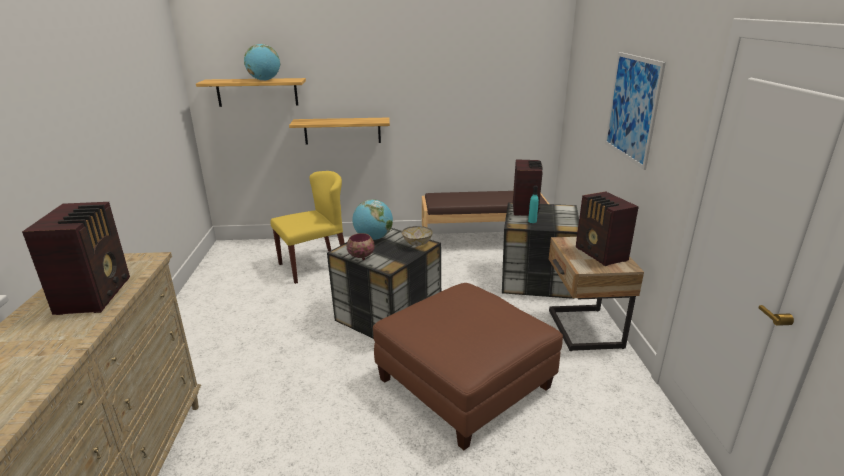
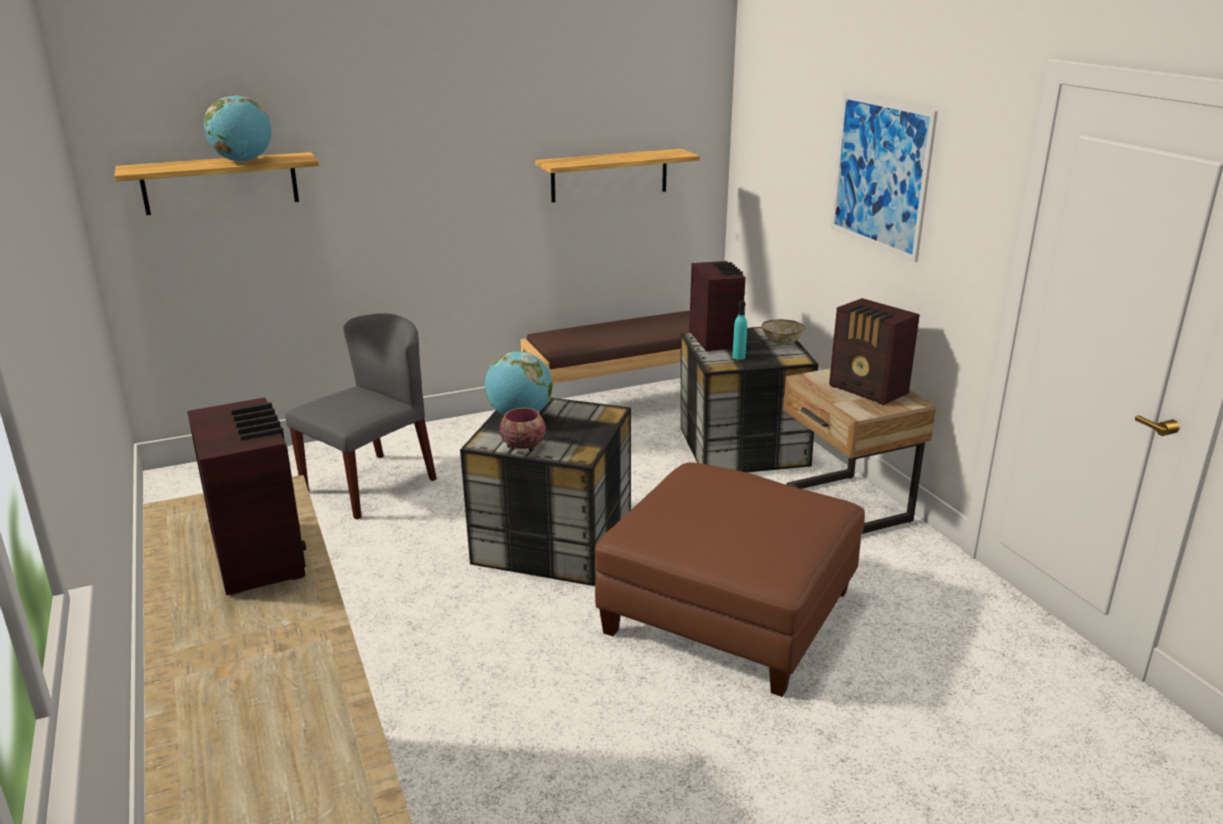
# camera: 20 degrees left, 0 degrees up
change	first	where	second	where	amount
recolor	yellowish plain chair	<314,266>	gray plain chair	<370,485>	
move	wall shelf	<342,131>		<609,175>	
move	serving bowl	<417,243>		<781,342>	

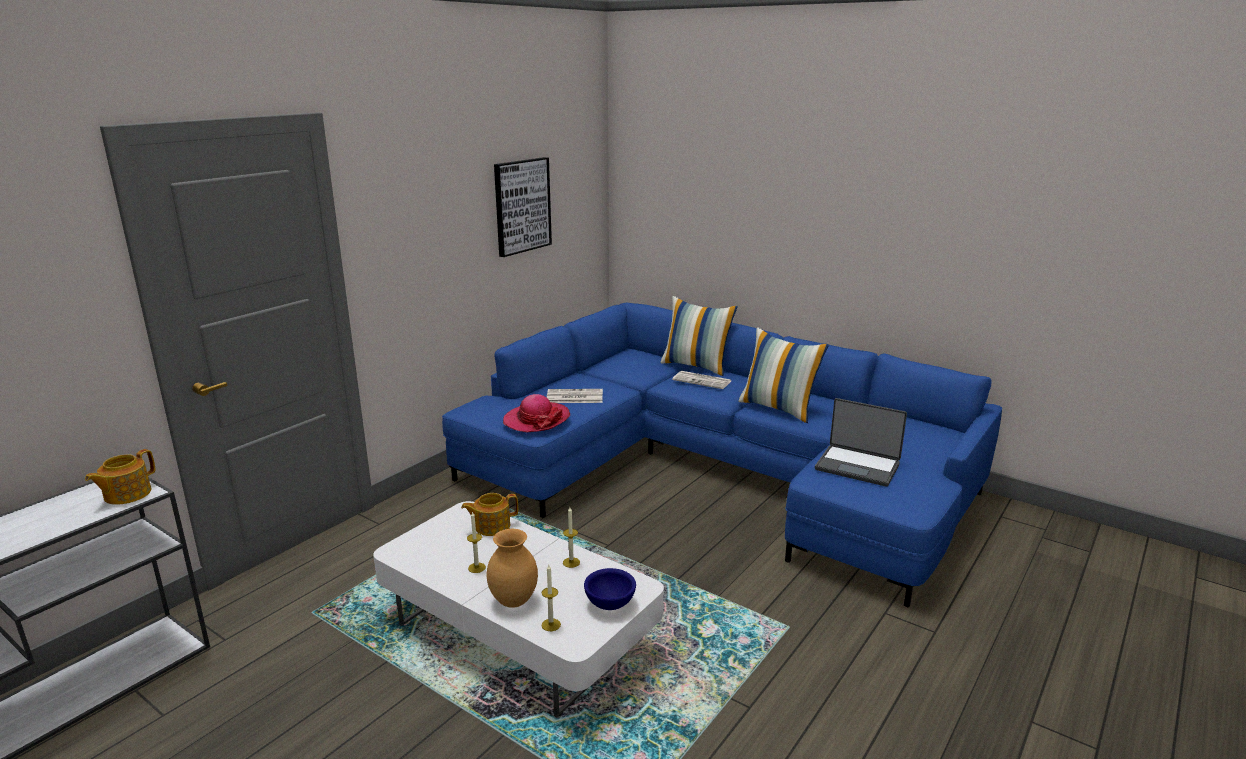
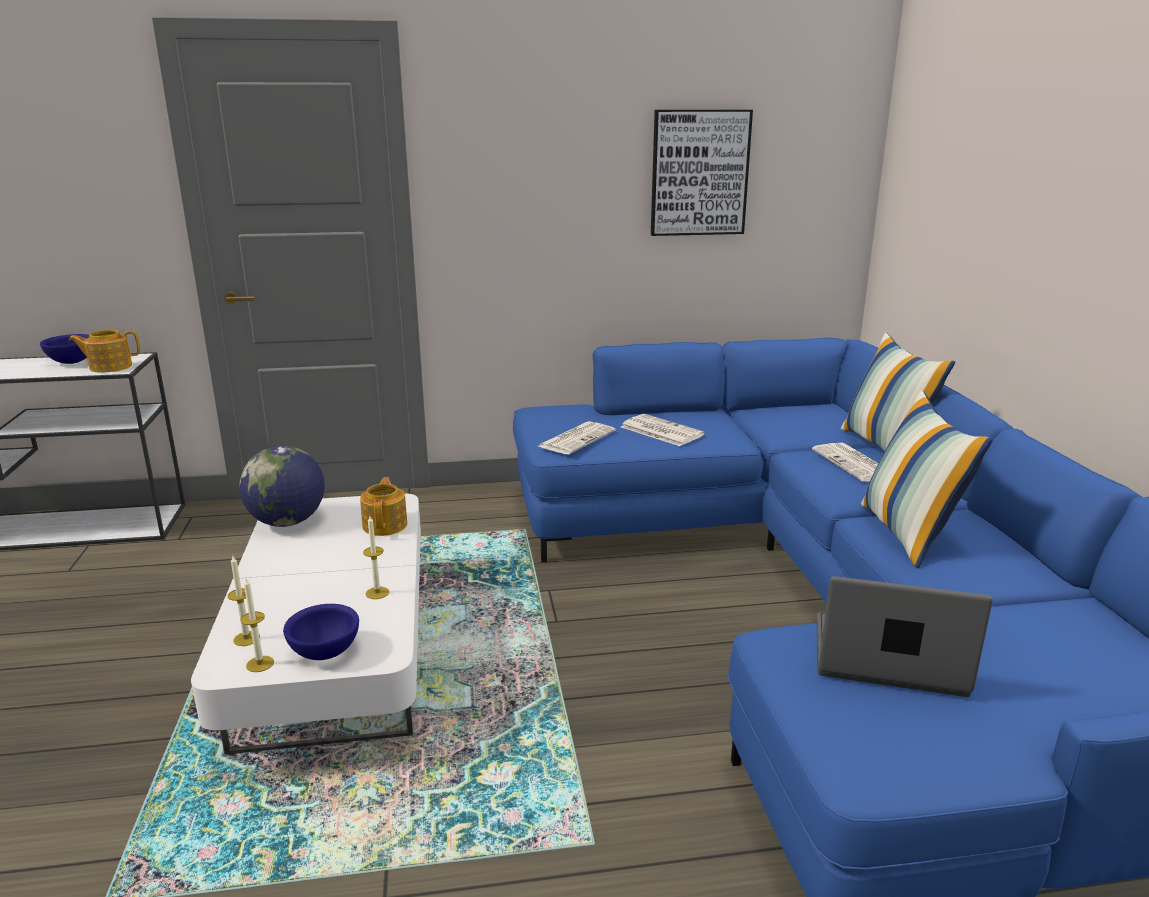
# camera: 45 degrees right, 0 degrees up
change	first	where	second	where	amount
rotate	teapot	<491,526>		<386,525>	60 degrees clockwise
move	wax candle	<476,567>		<260,664>	
delete	brown flower vase	<513,601>			
replace	clothing hat	<536,420>	printed paper	<577,438>	
rotate	notebook computer	<857,466>		<888,659>	120 degrees clockwise
insert			bluish serving bowl	<73,362>	
insert			globe	<287,522>	

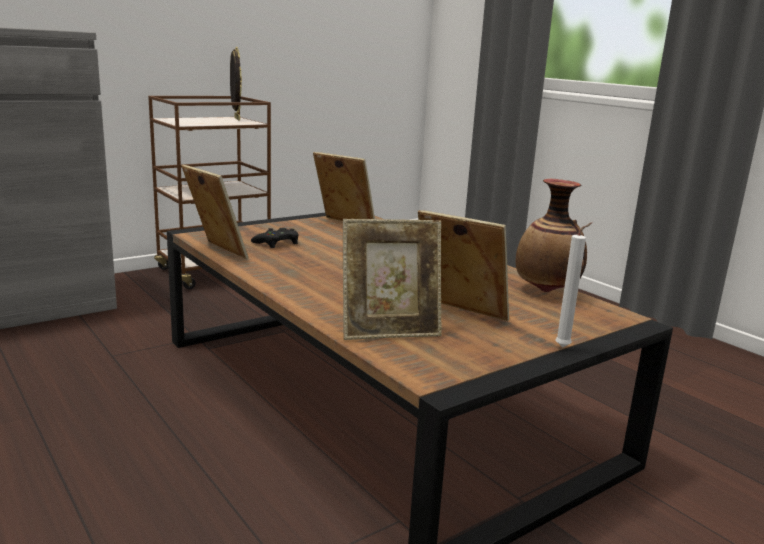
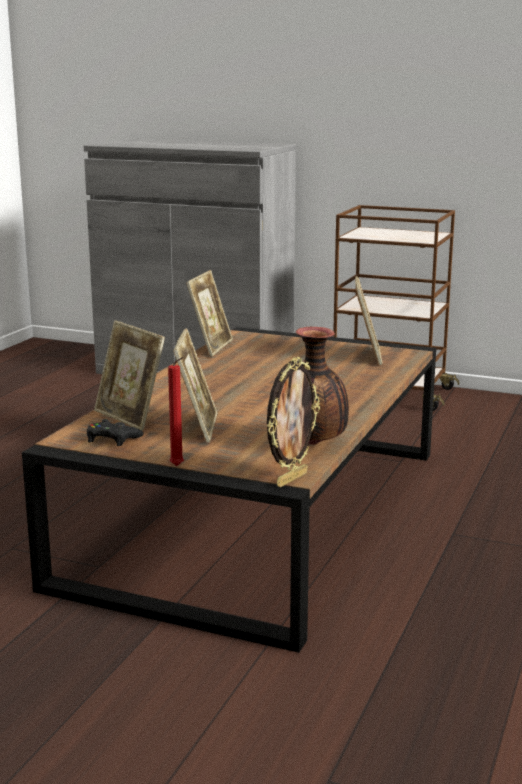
# camera: 60 degrees right, 0 degrees up
change	first	where	second	where	amount
move	picture frame	<236,119>		<291,479>	
move	black gamepad	<277,243>		<112,439>	
recolor	white-coloured wax candle	<564,347>	reddish wax candle	<178,466>	

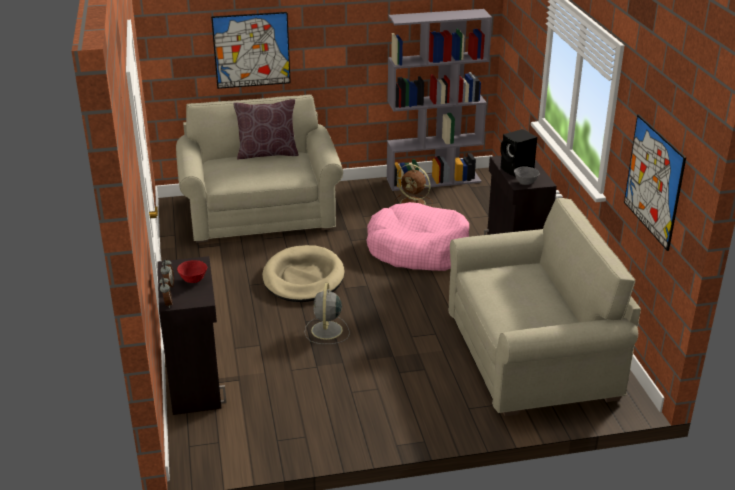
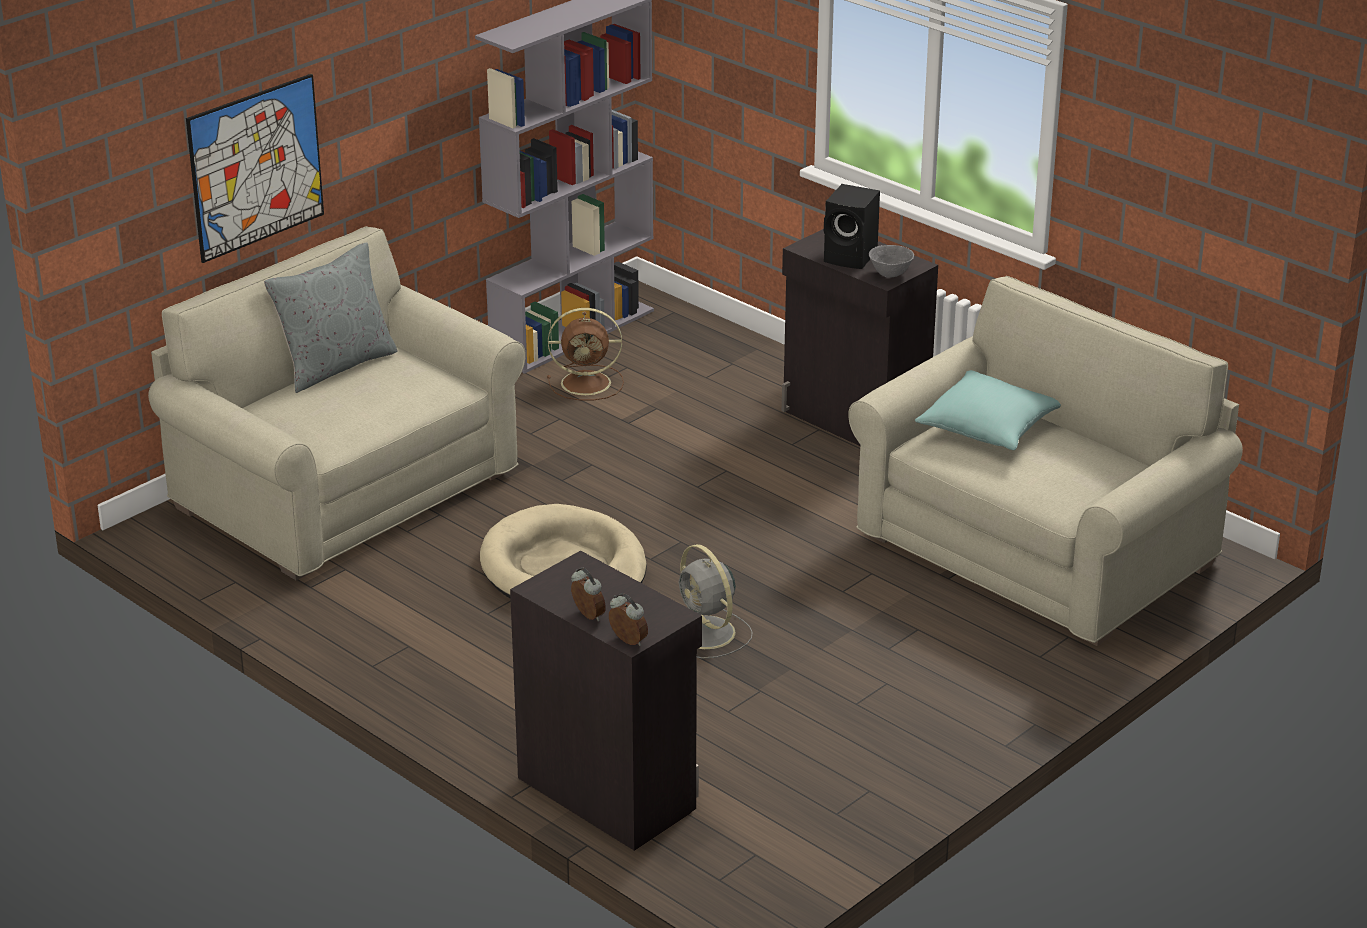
# camera: 35 degrees left, 0 degrees up
change	first	where	second	where	amount
delete	reddish serving bowl	<193,280>			
recolor	brown cushion	<267,153>	gray cushion	<335,365>	
delete	pink-coloured dog bed	<418,250>			
delete	wall art	<653,181>			
insert			turquoise-coloured cushion	<989,428>	

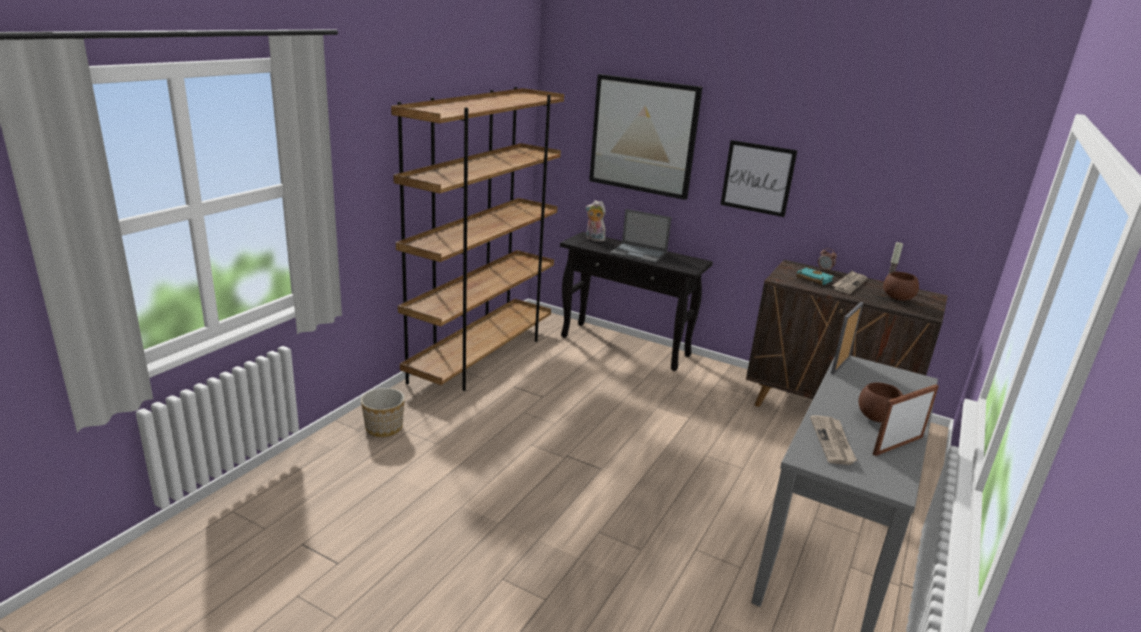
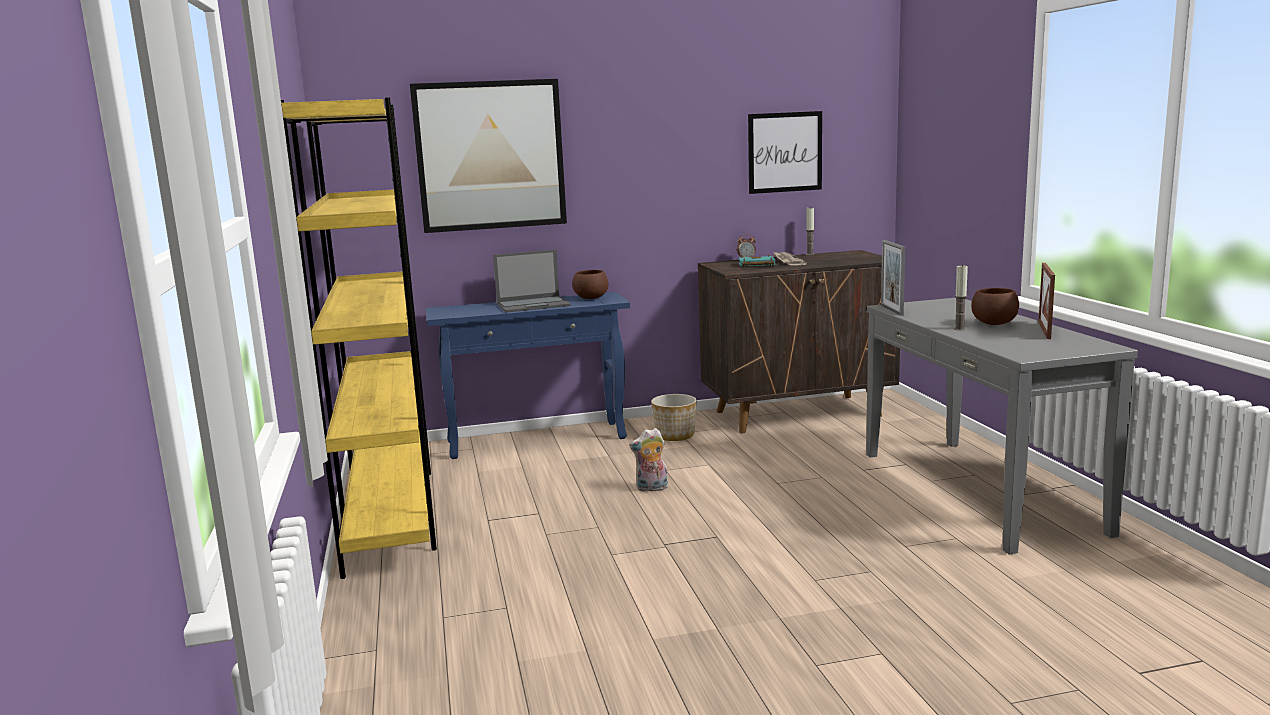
# camera: 40 degrees left, 10 degrees down
change	first	where	second	where	amount
move	plant pot	<384,428>		<675,435>	
recolor	brown shelving unit	<481,356>	yellowish shelving unit	<390,513>	
recolor	black console table	<626,346>	bluish console table	<538,440>	
move	plush toy	<594,239>		<651,489>	
move	wall art	<757,178>		<785,152>	
delete	printed paper	<833,442>			
move	brown serving bowl	<897,298>		<591,298>	
insert			wax candle	<959,329>	

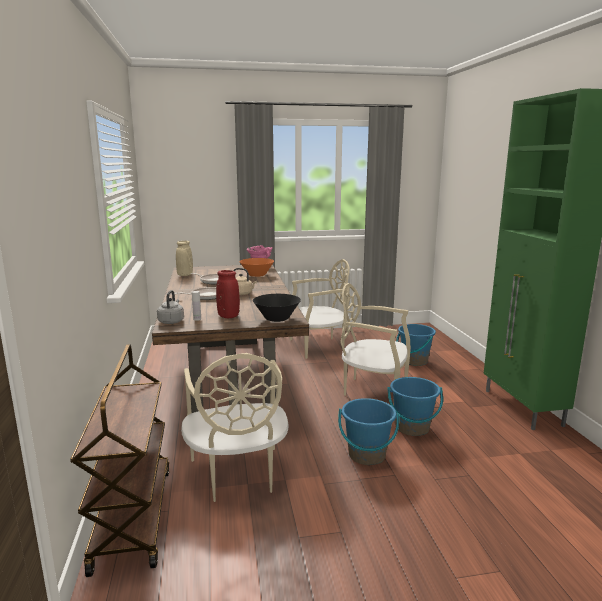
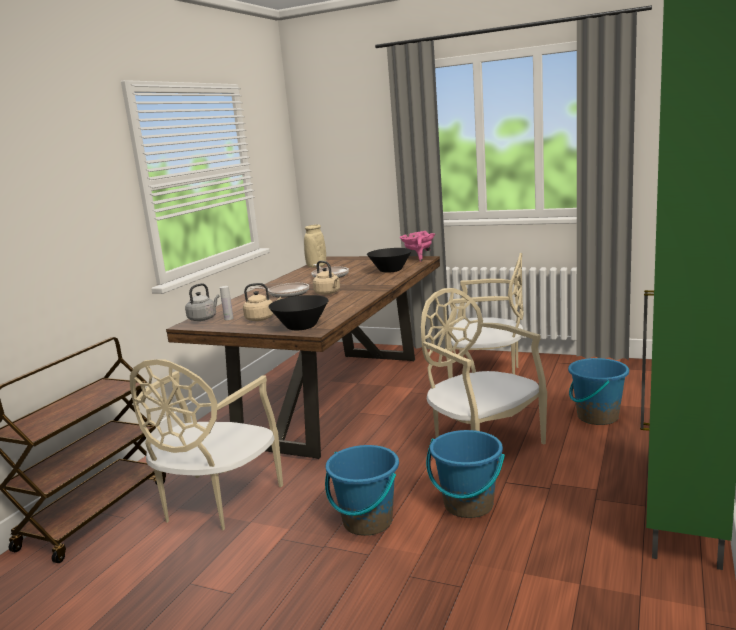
# camera: 35 degrees right, 0 degrees up
change	first	where	second	where	amount
replace	reddish flower vase	<228,316>	beige water kettle	<261,318>	
recolor	orangey serving bowl	<257,275>	black serving bowl	<390,270>	

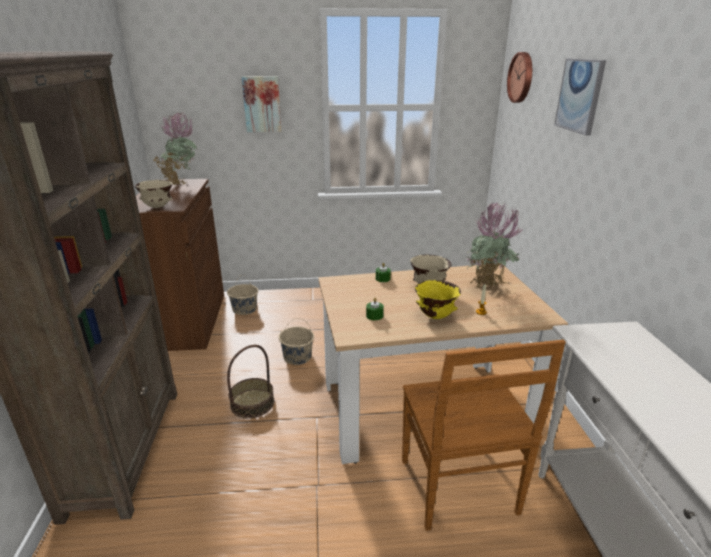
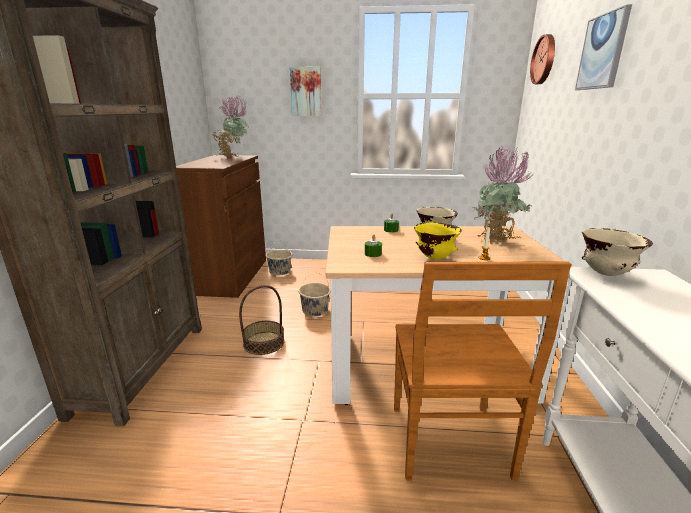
# camera: 10 degrees right, 5 degrees down
change	first	where	second	where	amount
move	beige serving bowl	<158,207>		<606,274>	

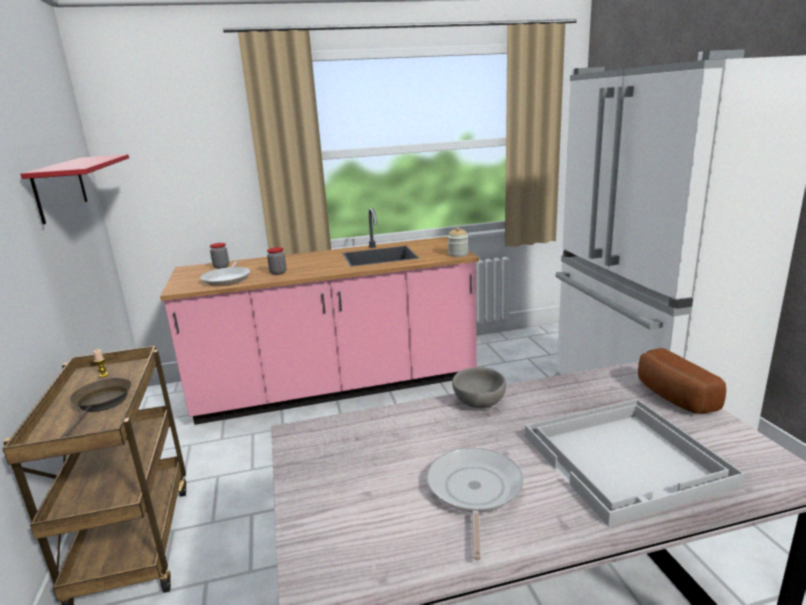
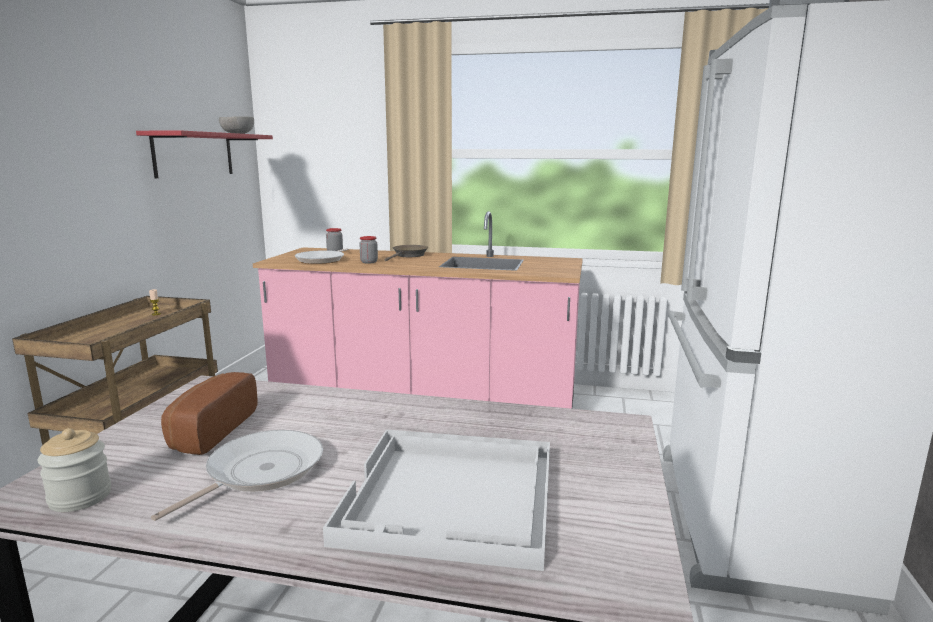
# camera: 25 degrees right, 5 degrees down
change	first	where	second	where	amount
move	brown frying pan	<101,404>		<408,255>	
move	jar	<458,254>		<80,497>	
move	gray serving bowl	<480,401>		<238,134>	
move	bread	<671,397>		<208,431>	

